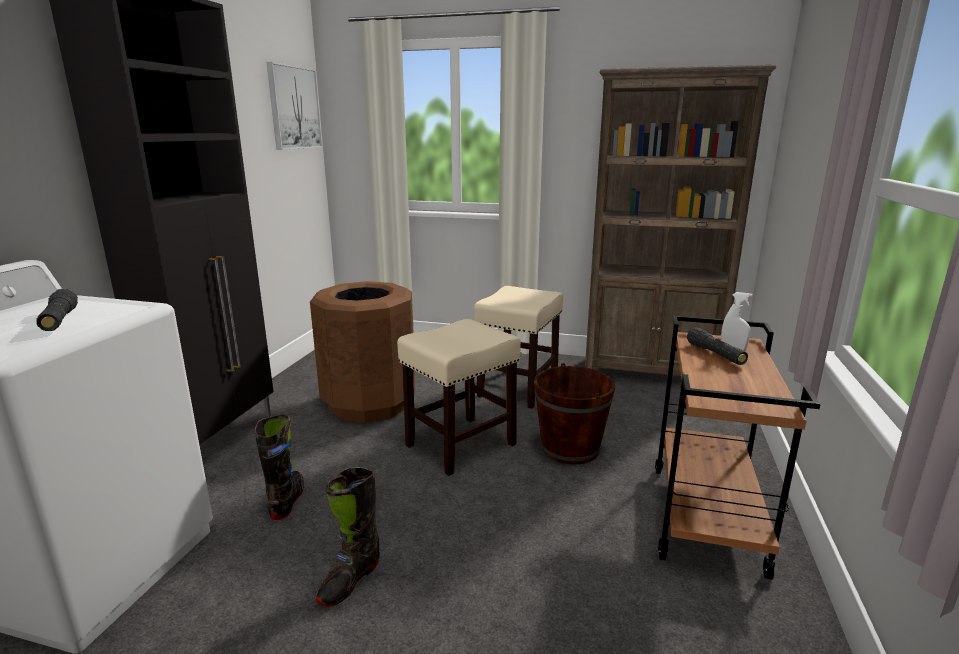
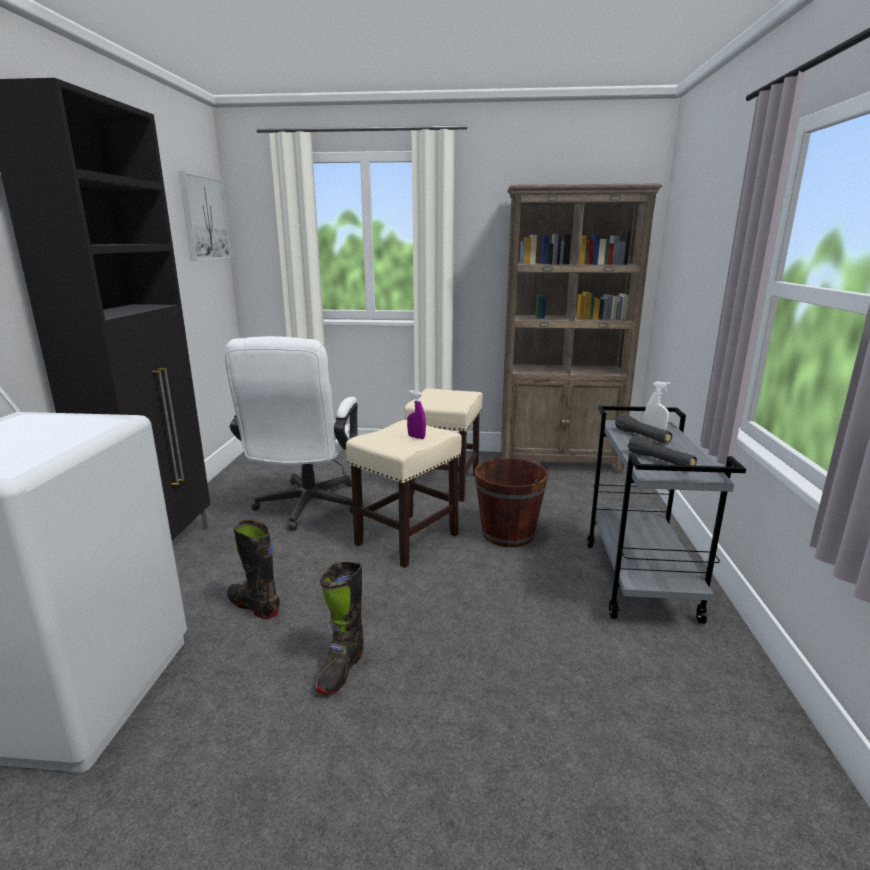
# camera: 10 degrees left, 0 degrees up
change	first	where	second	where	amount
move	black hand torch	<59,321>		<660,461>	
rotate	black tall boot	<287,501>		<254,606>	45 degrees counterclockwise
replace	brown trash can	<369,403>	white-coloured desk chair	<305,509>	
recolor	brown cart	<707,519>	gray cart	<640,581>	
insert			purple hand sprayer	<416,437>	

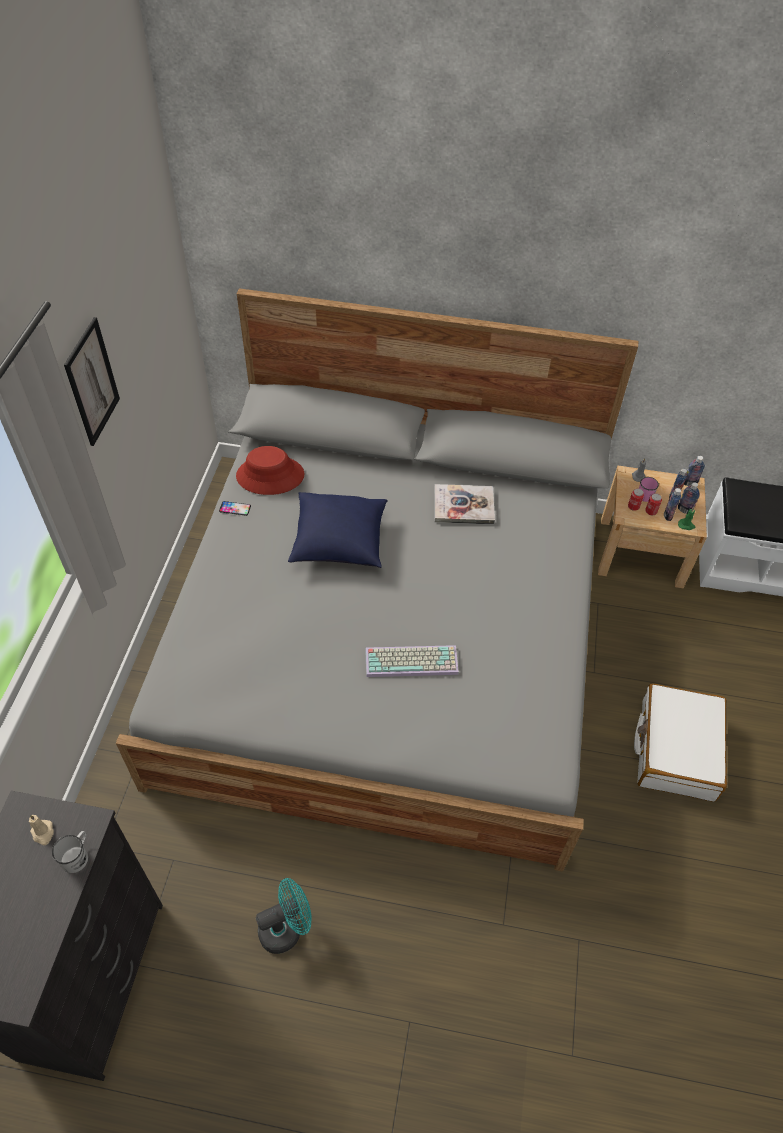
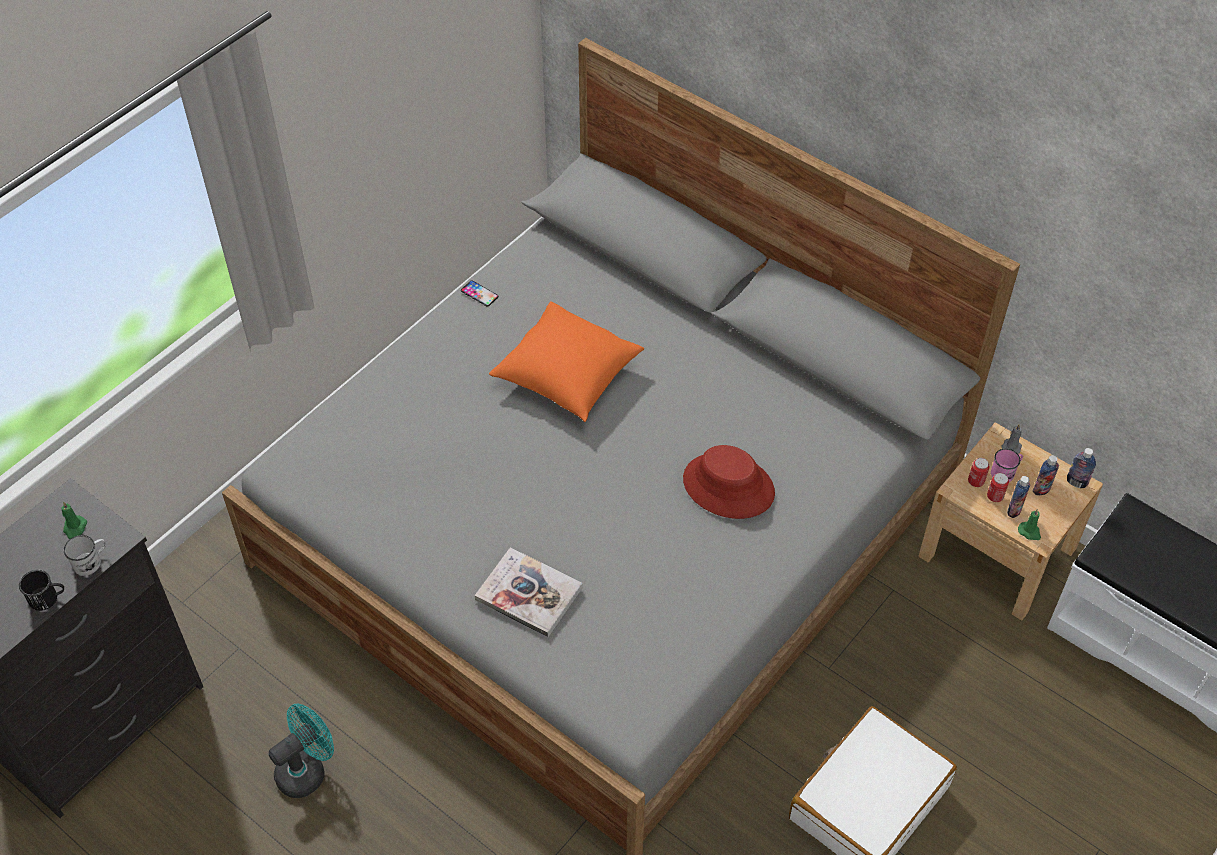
# camera: 30 degrees right, 0 degrees up
change	first	where	second	where	amount
recolor	beige wax candle	<43,833>	green-coloured wax candle	<75,528>	
delete	wall art	<92,382>			
move	reddish clothing hat	<270,476>		<728,487>	
rotate	turquoise-coloured cooling fan	<286,928>		<307,770>	45 degrees counterclockwise
recolor	bluish cushion	<339,542>	orangey cushion	<567,376>	
delete	computer keyboard	<412,660>			
move	volume	<463,506>		<529,594>	
delete	bottle	<684,510>			
insert			black tea mug	<48,598>	

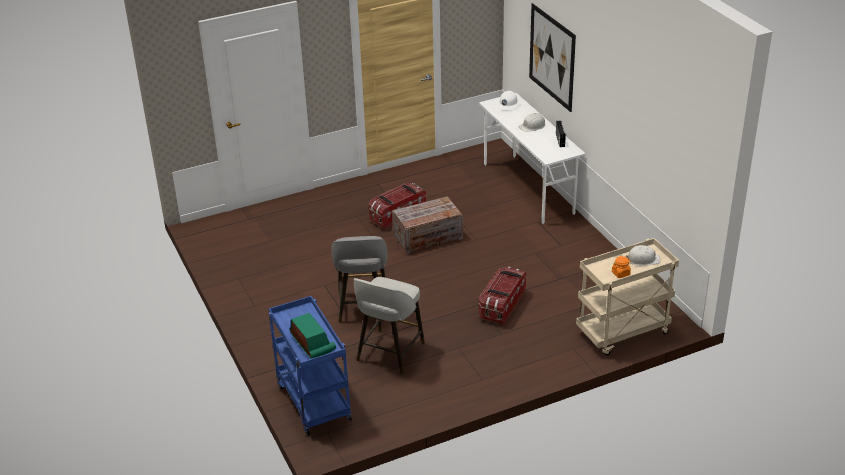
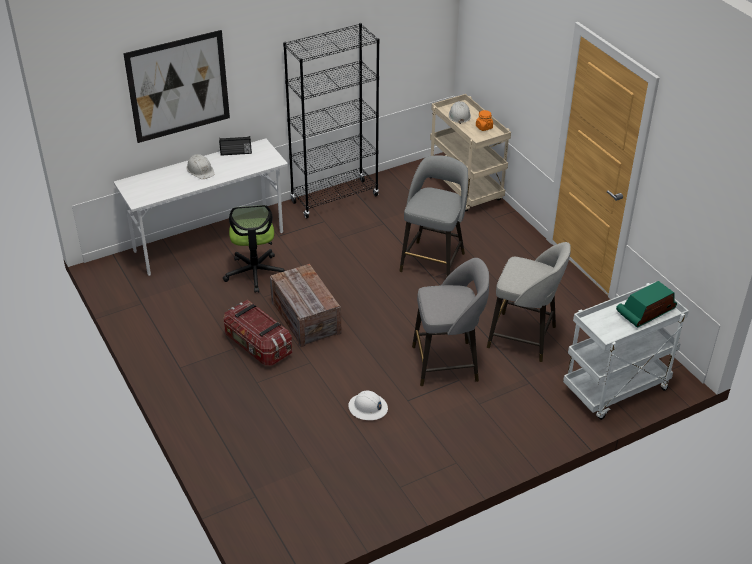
# camera: 95 degrees left, 5 degrees up
change	first	where	second	where	amount
recolor	bluish cart	<312,402>	white-coloured cart	<615,390>	
replace	storage container	<502,306>	gray sitting stool	<433,261>	
move	white-coloured safety helmet	<508,104>		<368,408>	
insert			desk chair	<255,273>	
insert			black shelving unit	<335,199>	

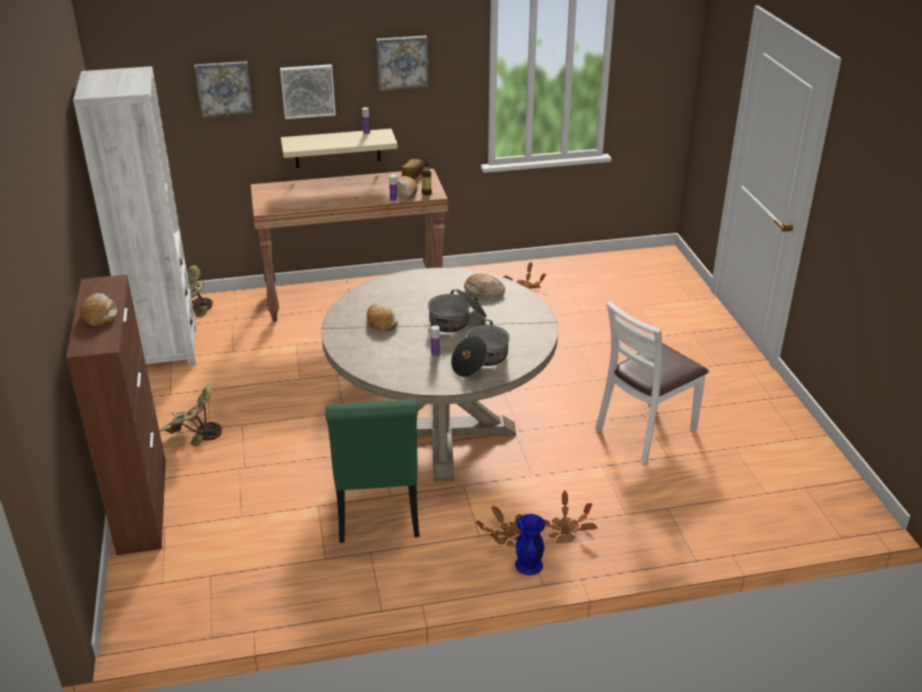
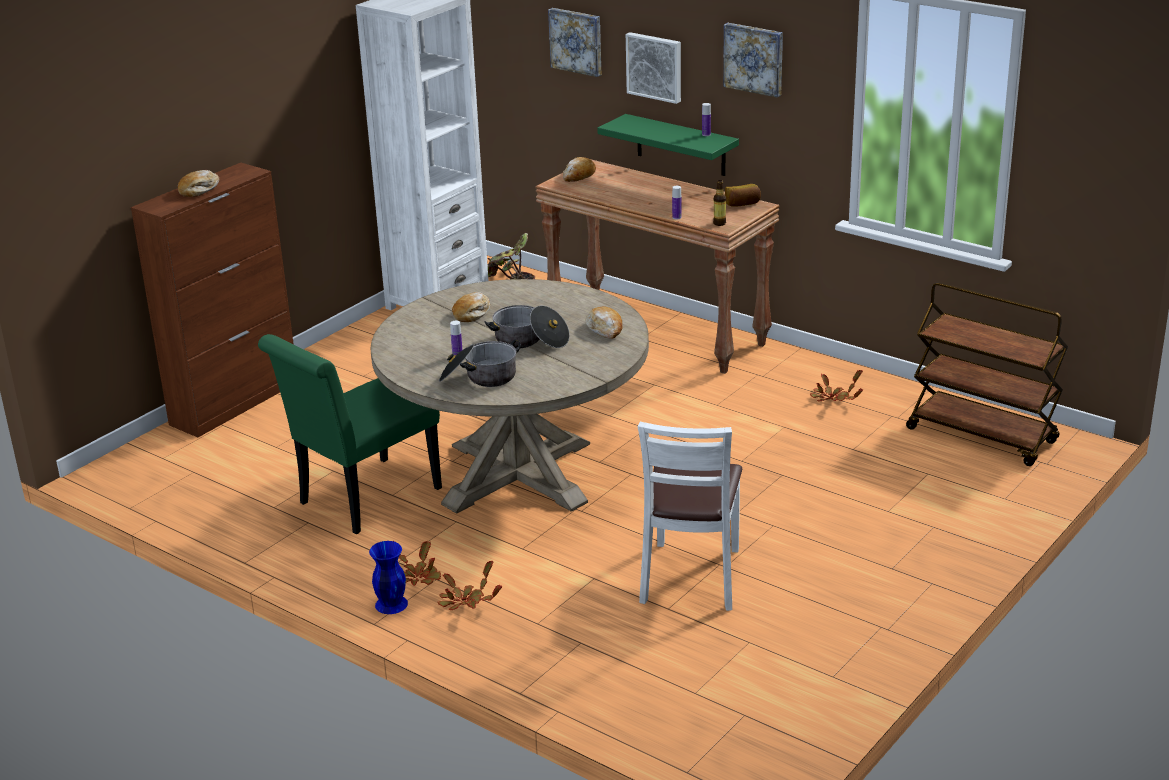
# camera: 50 degrees right, 5 degrees down
change	first	where	second	where	amount
delete	plant in a pot	<192,435>			
recolor	beige wall shelf	<337,148>	green-coloured wall shelf	<681,145>	
move	bread	<405,192>		<579,176>	
rotate	white-coloured plain chair	<645,431>		<691,577>	90 degrees counterclockwise
insert			brown cart	<982,436>	

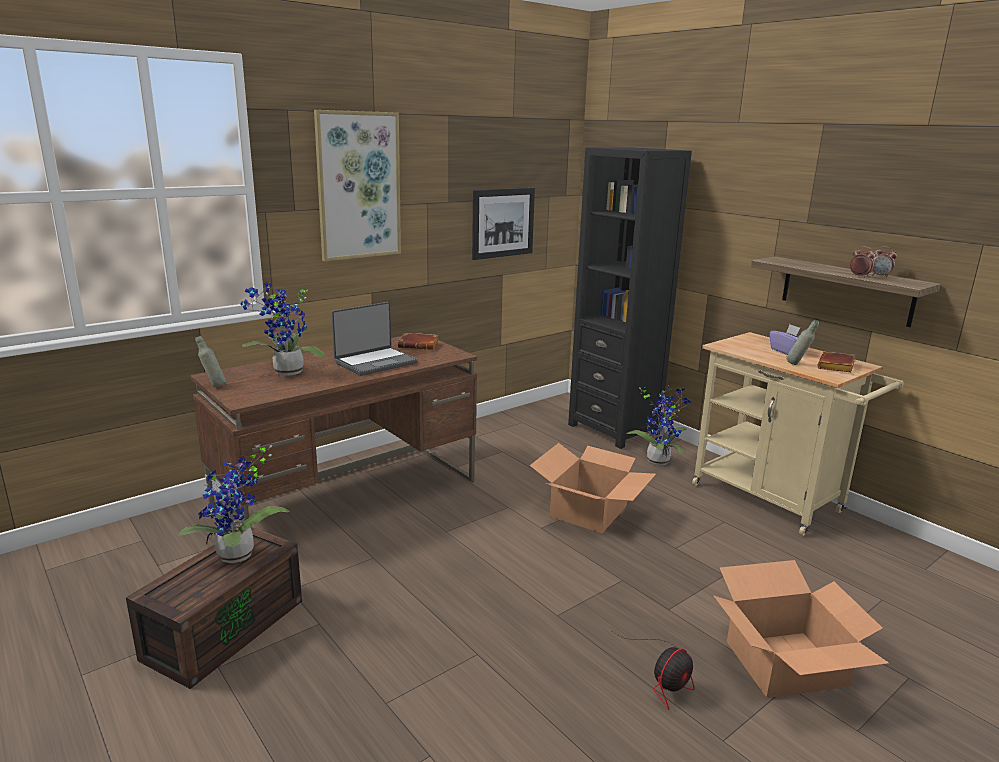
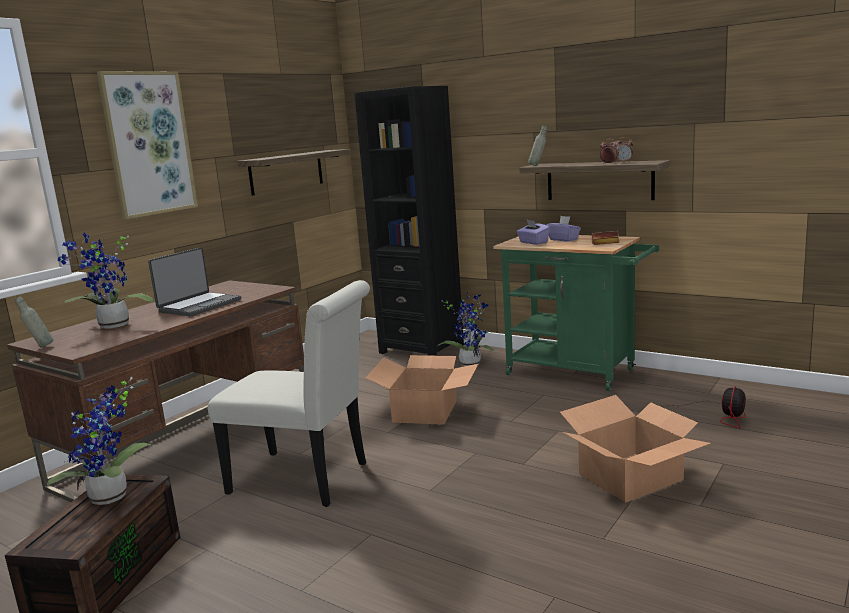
# camera: 15 degrees left, 5 degrees down
change	first	where	second	where	amount
delete	brown volume	<419,345>			
replace	wall art	<503,223>	wall shelf	<286,172>	
move	cooling fan	<666,676>		<722,416>	
recolor	beige cart	<774,501>	green-coloured cart	<578,373>	
move	gray bottle	<798,365>		<538,165>	
insert			white-coloured plain chair	<307,479>	
insert			purple tissue box	<533,242>	

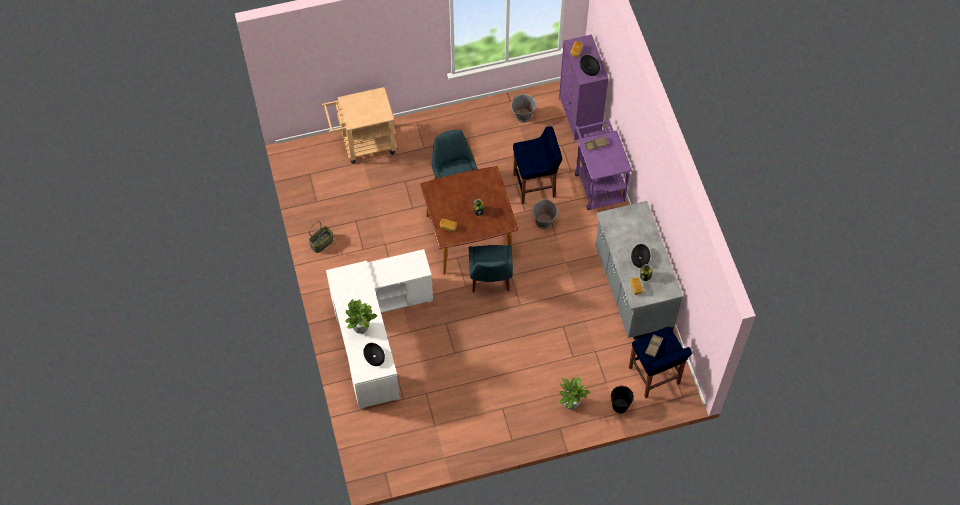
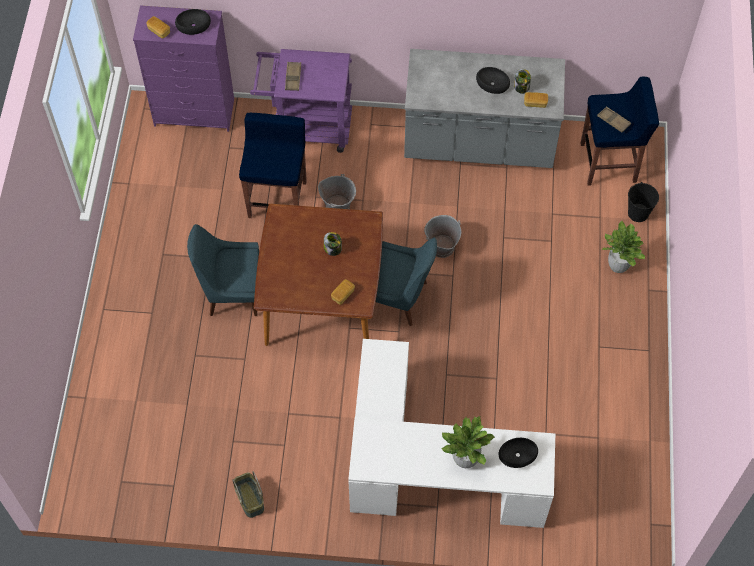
# camera: 70 degrees left, 0 degrees up
change	first	where	second	where	amount
delete	beige cart	<363,144>			
move	gray pail	<523,115>		<441,247>	

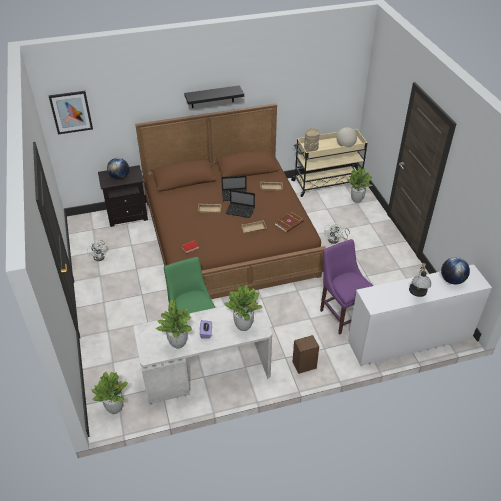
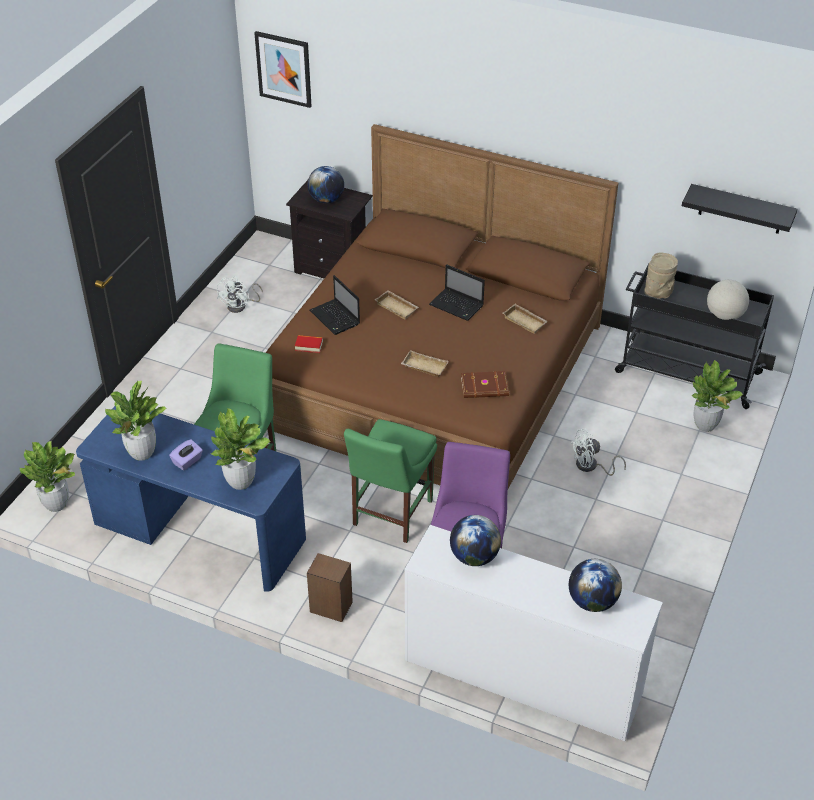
# camera: 40 degrees right, 0 degrees up
change	first	where	second	where	amount
recolor	white-coloured desk table	<206,373>	bluish desk table	<199,533>	
move	black wall shelf	<212,97>		<741,209>	
move	notebook computer	<241,211>		<335,318>	
recolor	beige cart	<326,183>	black cart	<686,372>	
delete	lamp for a table	<417,294>			
insert			green-coloured plain chair	<390,515>	
insert			globe	<474,557>	

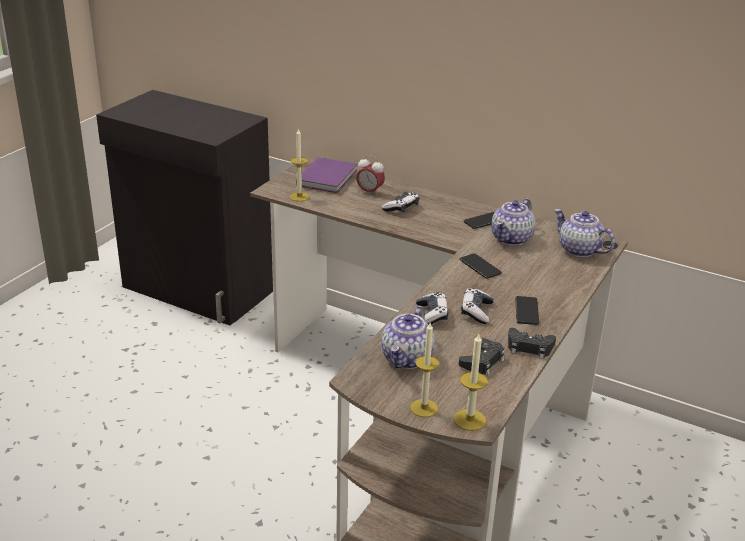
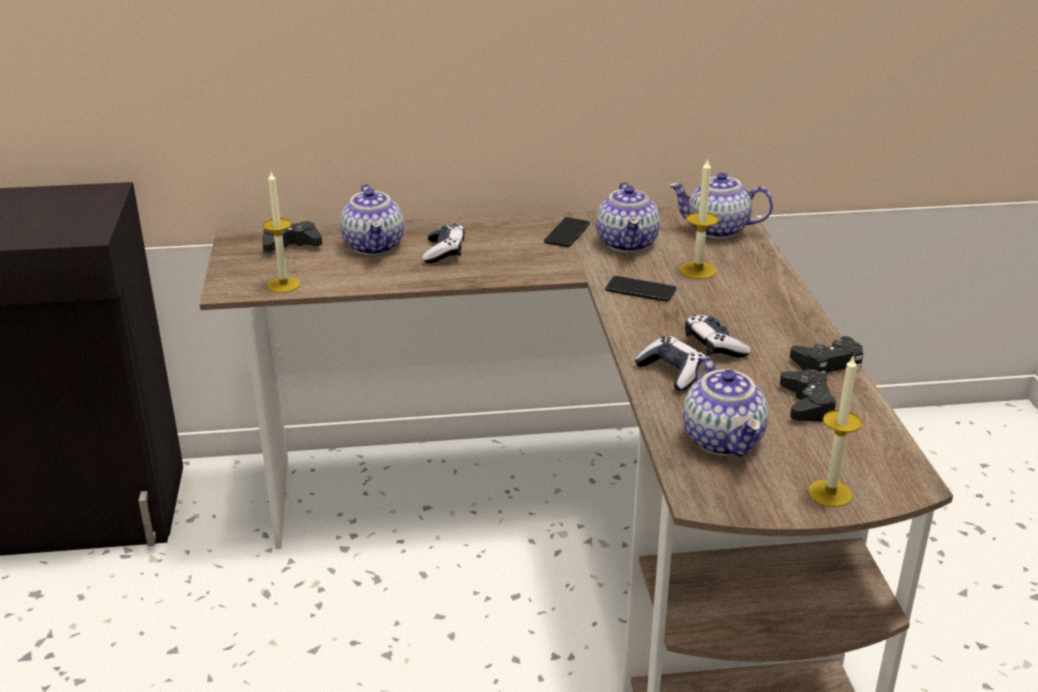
# camera: 35 degrees left, 0 degrees up
change	first	where	second	where	amount
replace	purple volume	<328,177>	black gamepad	<291,244>	
replace	table clock	<369,192>	teapot	<374,246>	
move	wax candle	<469,420>		<698,270>	
delete	telephone	<526,311>			

